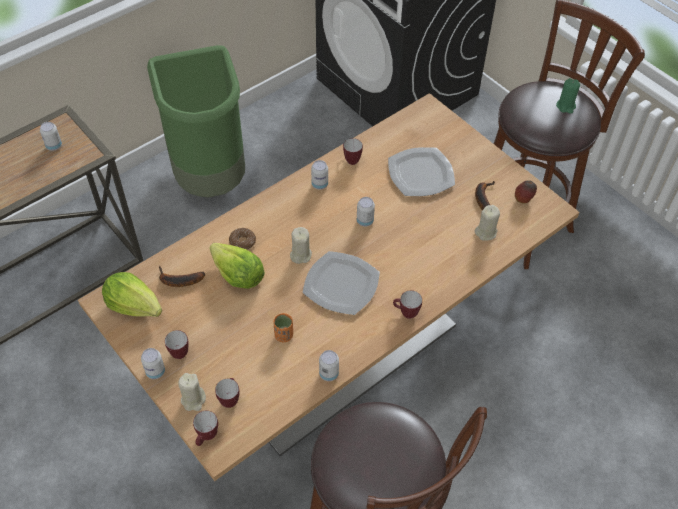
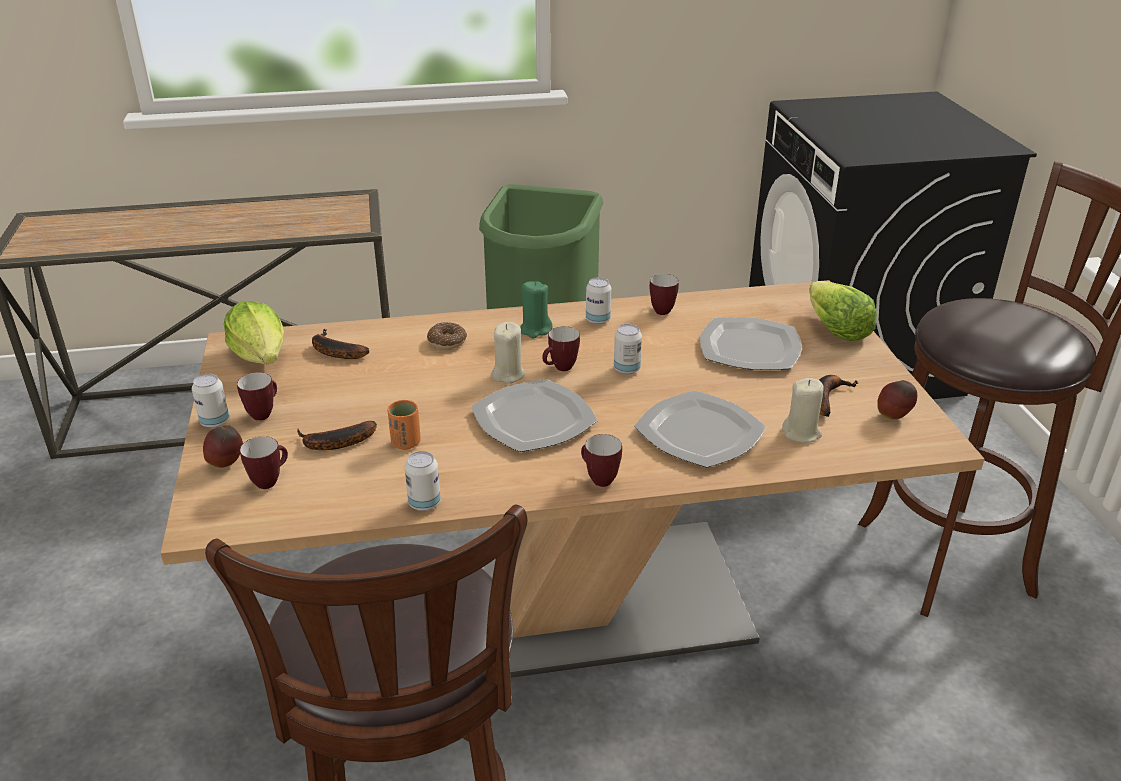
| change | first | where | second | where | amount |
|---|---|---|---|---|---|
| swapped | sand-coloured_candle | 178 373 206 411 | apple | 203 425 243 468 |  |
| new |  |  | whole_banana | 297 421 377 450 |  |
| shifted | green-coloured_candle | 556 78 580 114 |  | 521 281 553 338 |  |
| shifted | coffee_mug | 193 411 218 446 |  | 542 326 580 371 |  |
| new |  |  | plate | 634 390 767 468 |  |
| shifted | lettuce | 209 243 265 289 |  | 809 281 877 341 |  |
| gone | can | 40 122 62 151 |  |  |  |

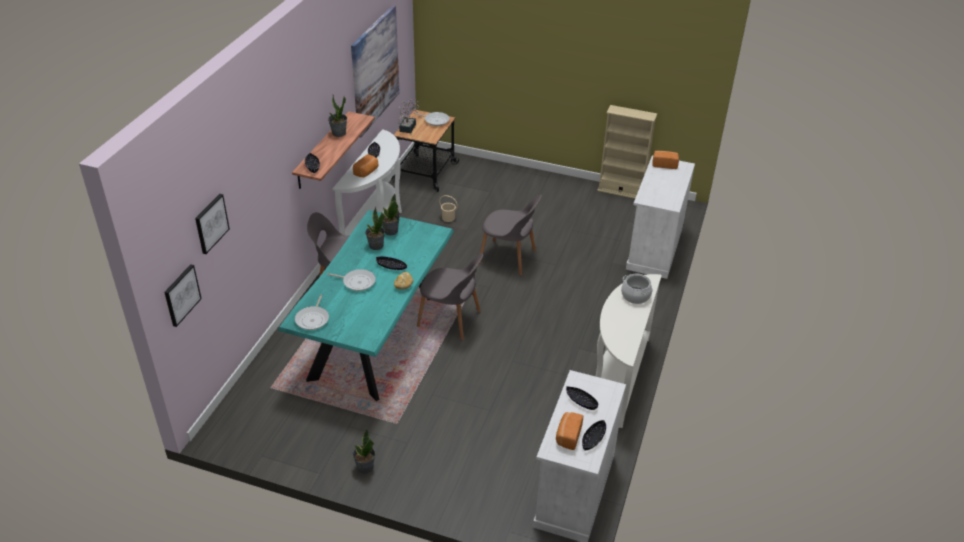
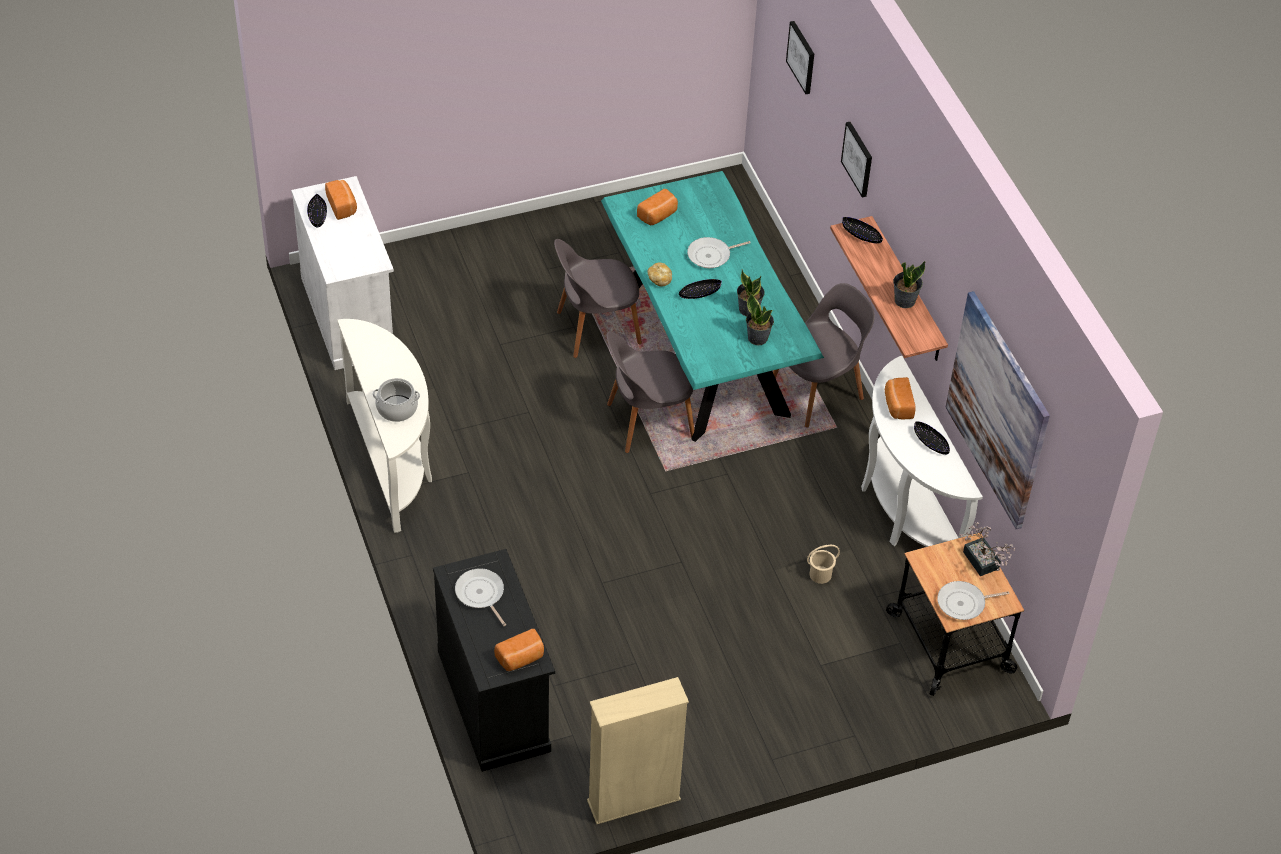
| change | first | where | second | where | amount |
|---|---|---|---|---|---|
| repainted | whitish_cabinet | 626 155 695 279 | blackish_cabinet | 433 549 555 772 |  |
| shifted | skillet | 295 295 329 330 |  | 455 568 506 626 |  |
| shifted | gray_plain_chair | 479 194 542 276 |  | 554 239 642 358 |  |
| new |  |  | bakery_bread | 637 189 678 225 |  |
| shifted | wall_picture | 164 264 202 327 |  | 841 122 872 197 |  |
| gone | houseplant | 353 429 375 473 |  |  |  |
| gone | blackish_deep_dish | 566 386 598 410 |  |  |  |

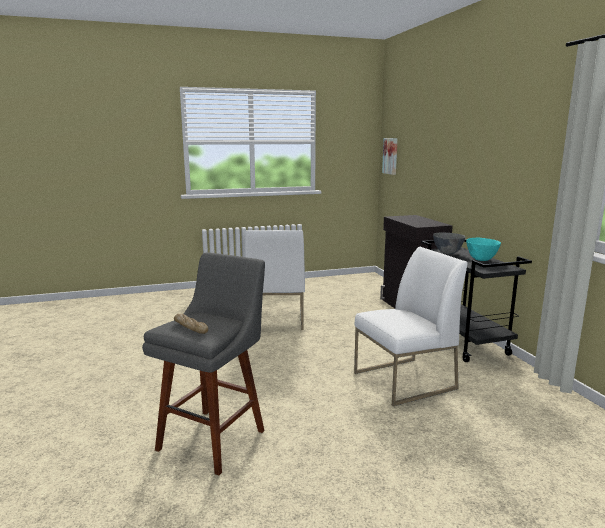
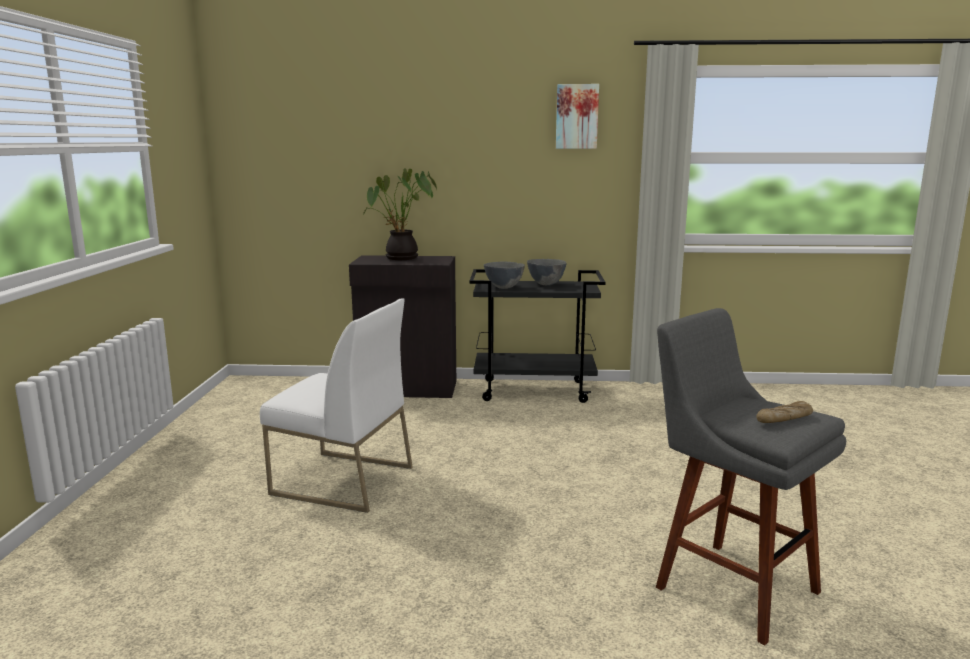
| change | first | where | second | where | amount |
|---|---|---|---|---|---|
| new |  |  | houseplant | 363 168 437 260 |  |
| repainted | blue-green_deep_dish | 466 238 501 261 | gray_deep_dish | 527 259 567 285 |  |
| shifted | wall_picture | 382 138 398 175 |  | 556 84 599 149 |  |
| gone | whitish_plain_chair | 354 247 468 406 |  |  |  |

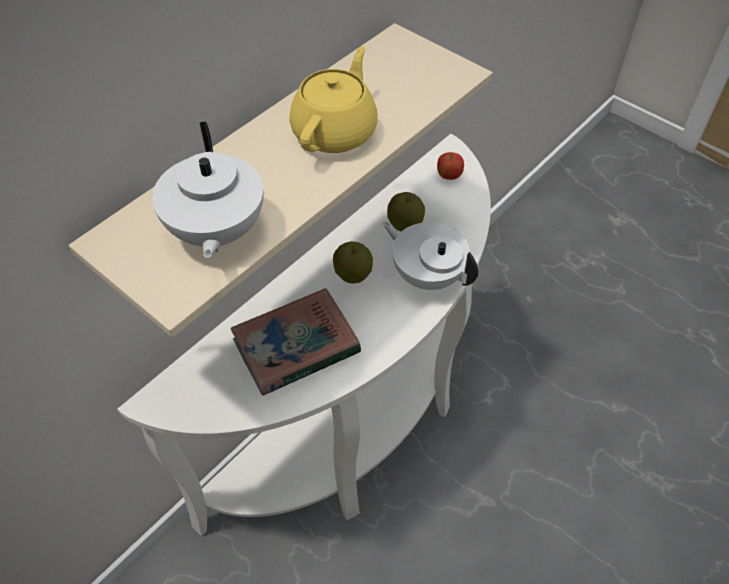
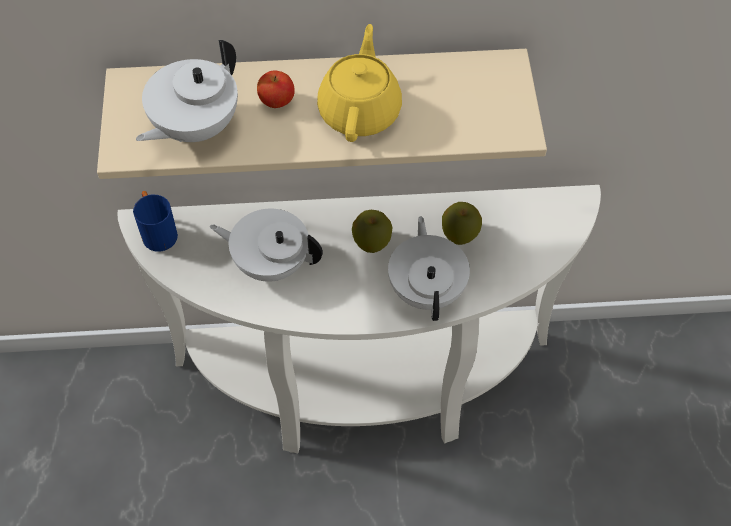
| change | first | where | second | where | amount |
|---|---|---|---|---|---|
| new |  |  | blue_coffee_mug | 133 191 178 252 |  |
| swapped | volume | 231 288 361 396 | whitish_pot_for_tea | 210 209 323 282 |  |
| shifted | apple | 437 152 464 180 |  | 257 71 295 108 |  |
| rotated | yellowish_pot_for_tea | 290 46 377 153 |  | 317 24 402 142 | 60 degrees counterclockwise |

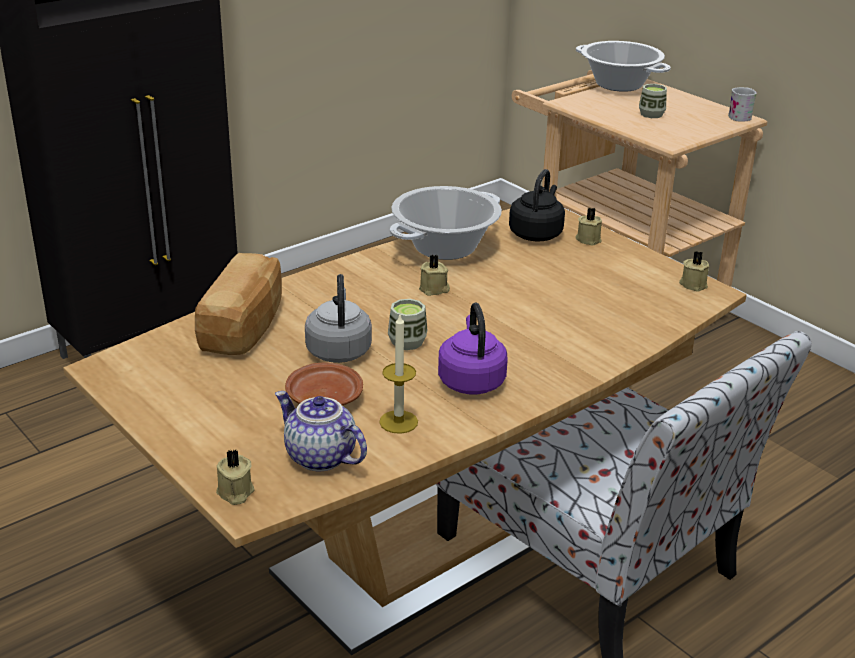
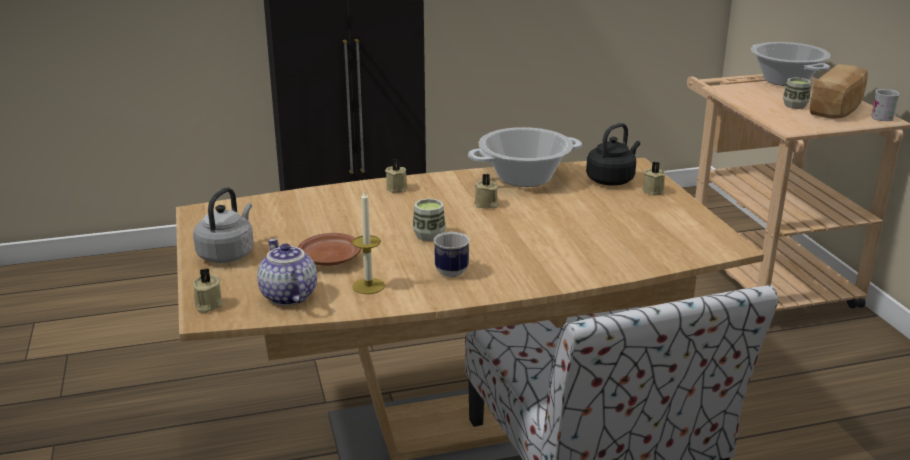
| change | first | where | second | where | amount |
|---|---|---|---|---|---|
| shifted | gray_tea_kettle | 305 274 372 363 |  | 193 187 254 263 |  |
| shifted | sand-coloured_candle | 679 251 709 292 |  | 385 160 407 193 |  |
| swapped | purple_tea_kettle | 438 303 508 395 | coffee_mug | 433 232 470 277 |  |
| shifted | bakery_bread | 195 253 282 355 |  | 810 64 868 119 |  |

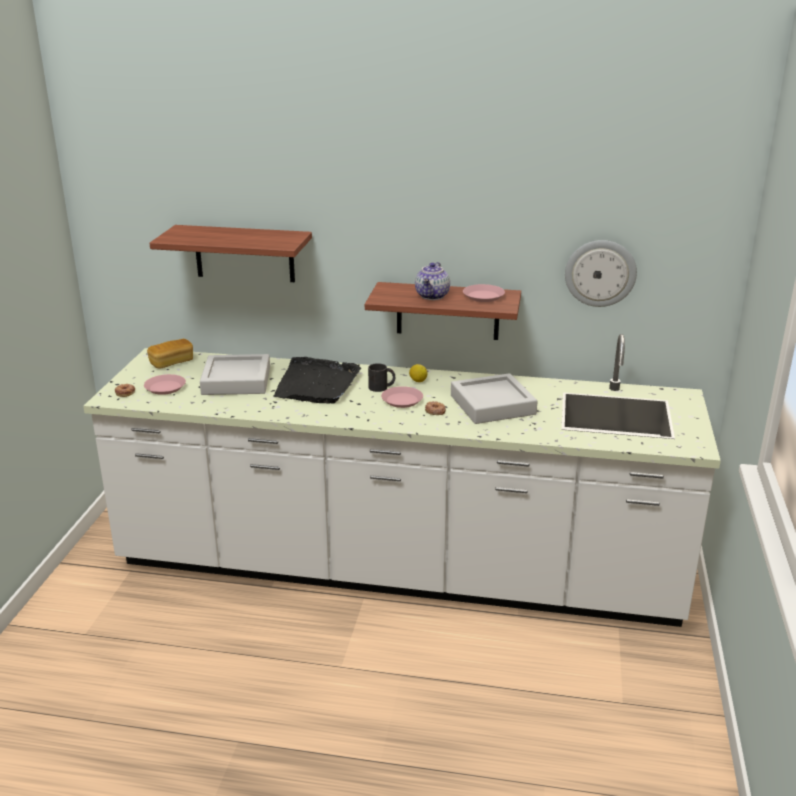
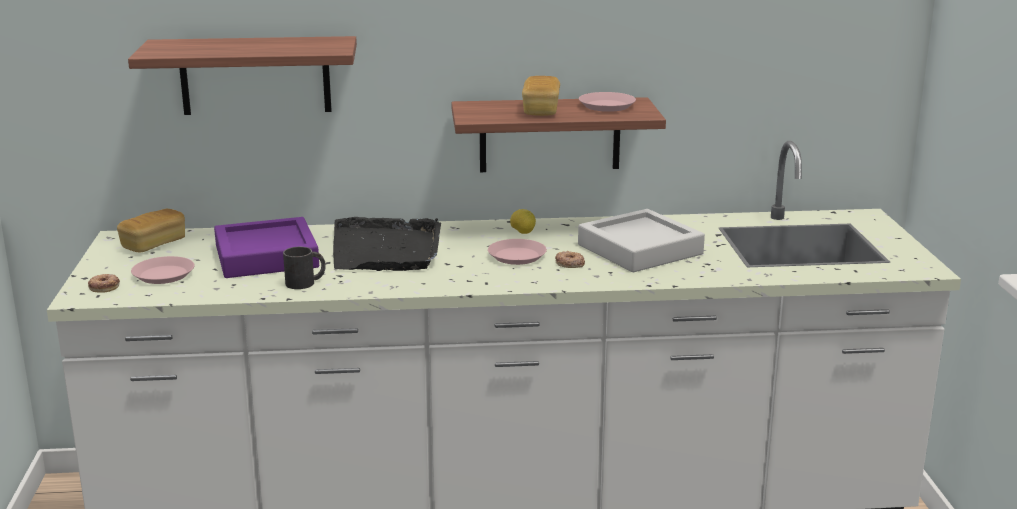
| change | first | where | second | where | amount |
|---|---|---|---|---|---|
| repainted | gray_serving_tray | 200 354 270 395 | purple_serving_tray | 214 217 319 278 |  |
| shifted | blackish_coffee_mug | 368 363 395 392 |  | 283 247 326 289 |  |
| swapped | pot_for_tea | 415 262 450 300 | bakery_bread | 522 76 560 116 |  |
| gone | wall_clock | 565 240 637 307 |  |  |  |

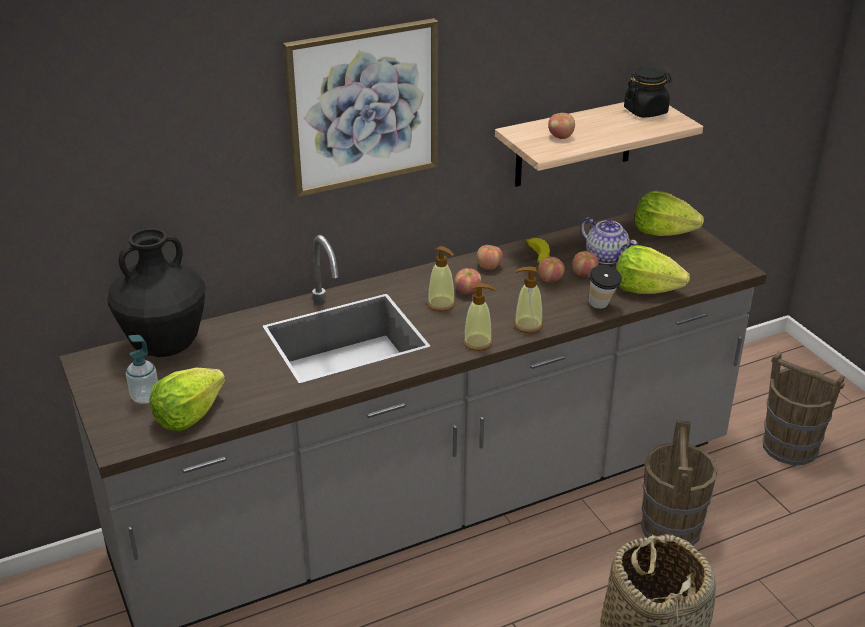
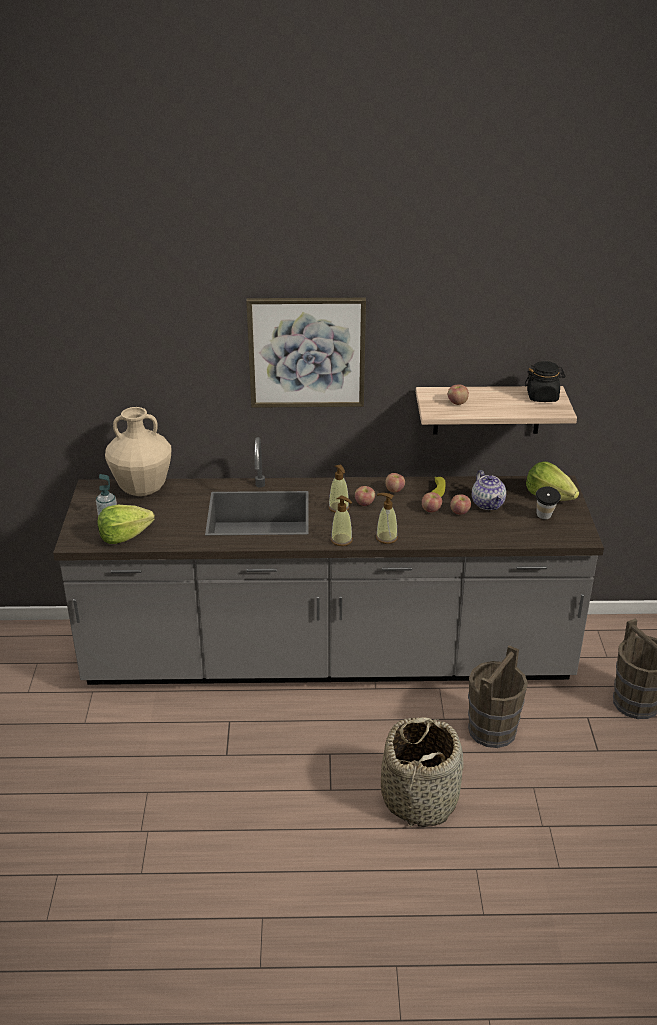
| change | first | where | second | where | amount |
|---|---|---|---|---|---|
| repainted | blackish_flower_vase | 107 228 205 357 | sand-coloured_flower_vase | 105 407 171 496 |  |
| shifted | drinking_cup | 589 265 622 309 |  | 536 486 561 519 |  |
| gone | lettuce | 616 245 690 294 |  |  |  |

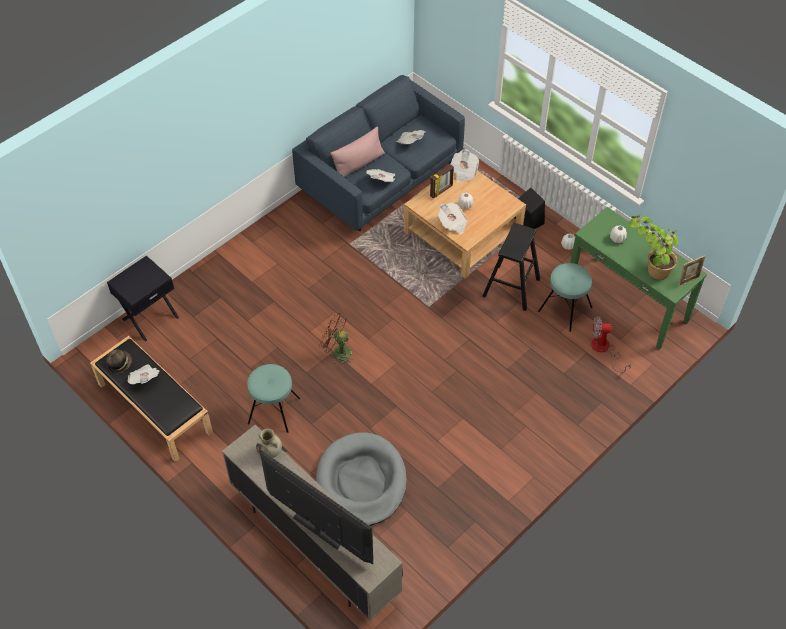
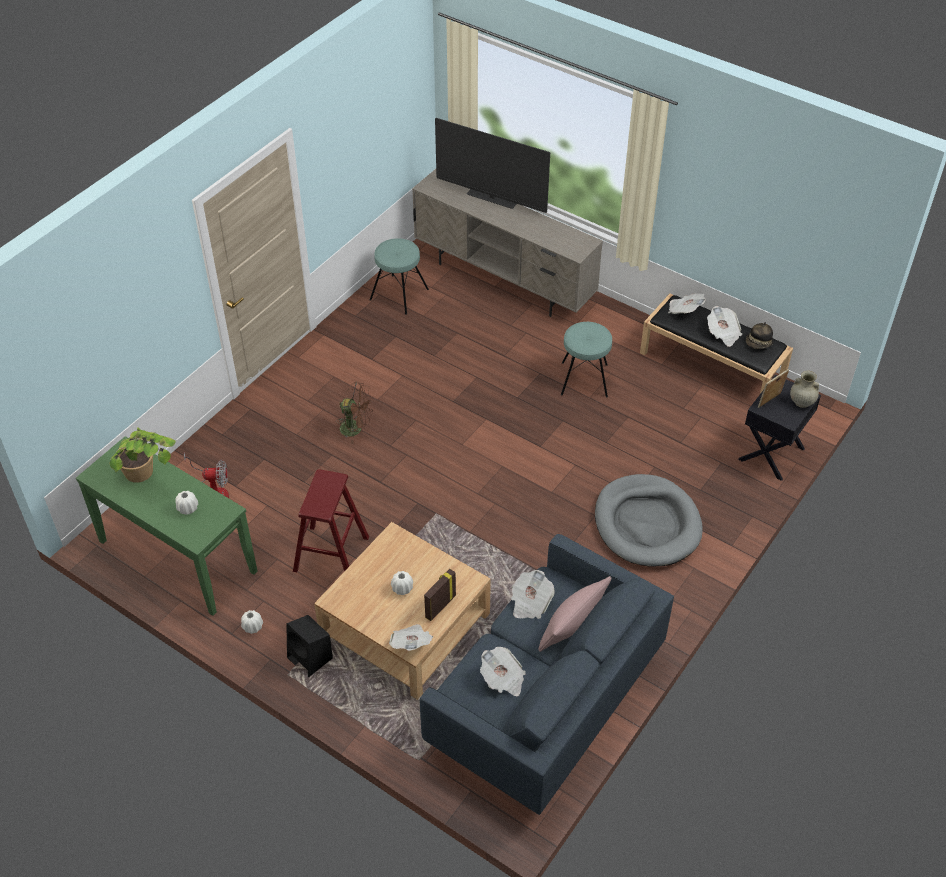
| change | first | where | second | where | amount |
|---|---|---|---|---|---|
| repainted | blackish_sitting_stool | 482 223 540 311 | reddish_sitting_stool | 293 469 369 572 |  |
| shifted | brownish_cooling_fan | 319 313 354 365 |  | 336 382 373 444 |  |
| shifted | blue-green_sitting_stool | 538 263 592 332 |  | 370 238 429 315 |  |
| shifted | gray_dog_cushion | 316 432 407 526 |  | 595 474 703 567 |  |
| shifted | newspaper | 438 203 468 234 |  | 668 293 706 314 |  |
| shifted | photo_frame | 678 255 706 286 |  | 758 369 789 408 |  |
| shifted | sand-coloured_flower_vase | 256 428 282 458 |  | 790 371 819 408 |  |

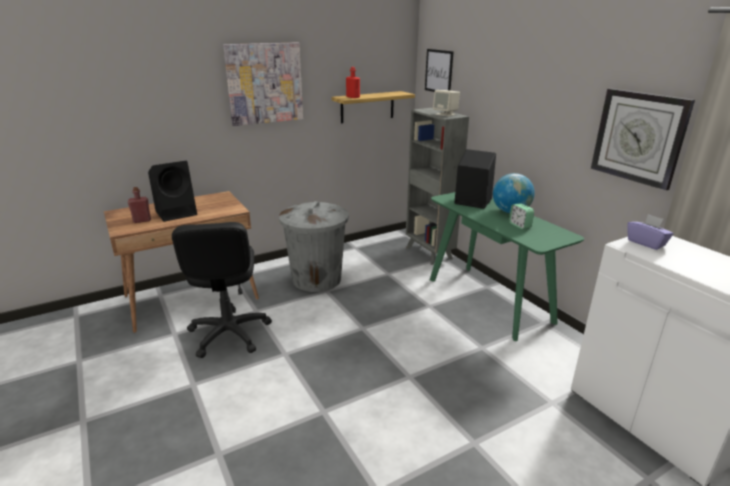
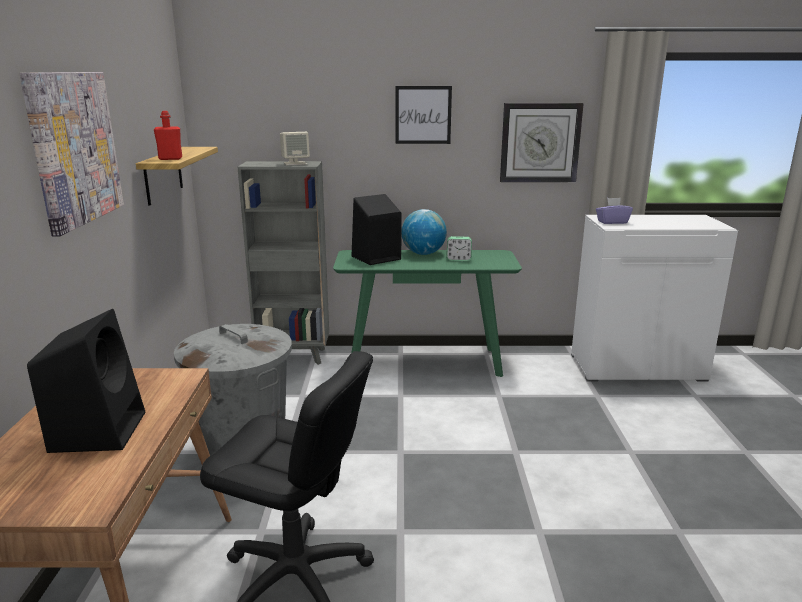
| change | first | where | second | where | amount |
|---|---|---|---|---|---|
| shifted | wall_picture | 425 49 454 92 |  | 395 86 452 144 |  |
| gone | reddish_bottle | 128 187 151 223 |  |  |  |

